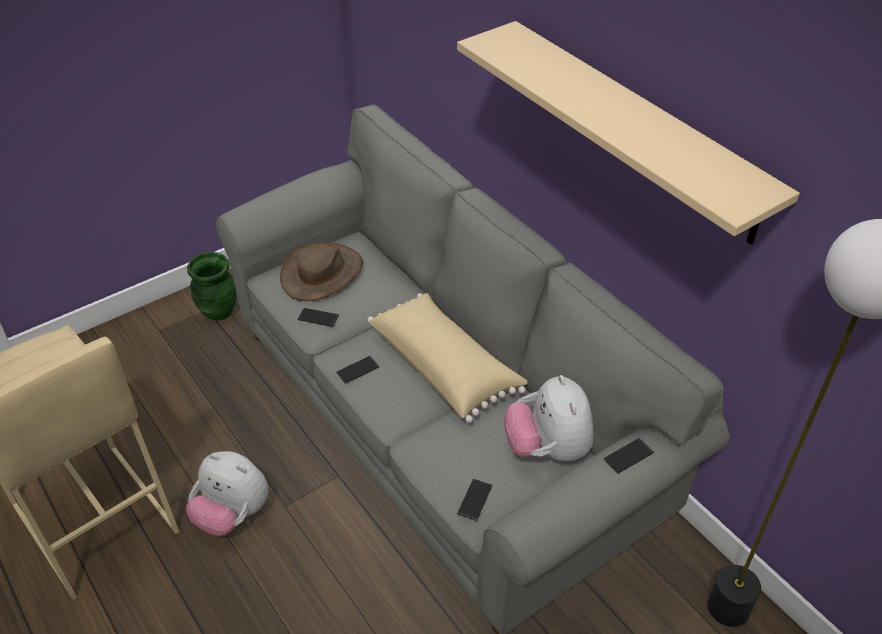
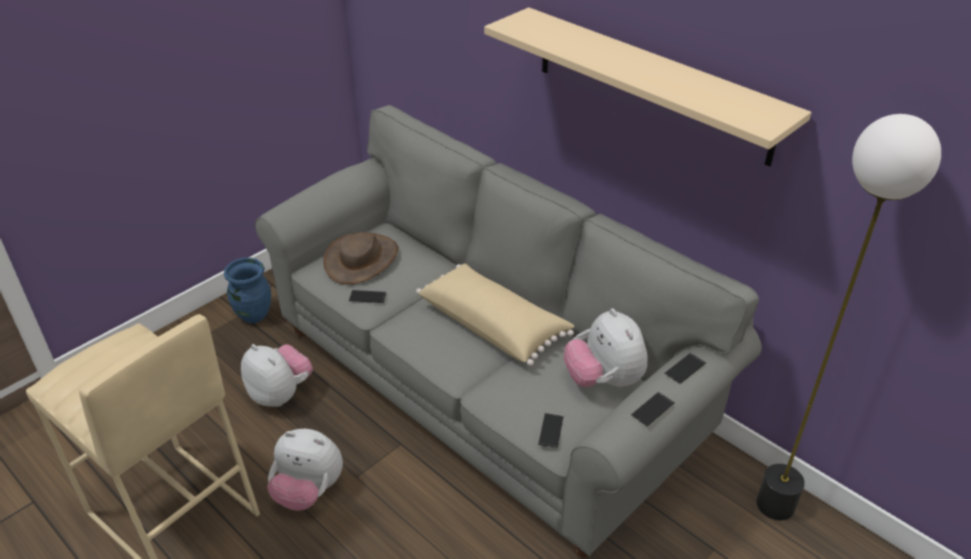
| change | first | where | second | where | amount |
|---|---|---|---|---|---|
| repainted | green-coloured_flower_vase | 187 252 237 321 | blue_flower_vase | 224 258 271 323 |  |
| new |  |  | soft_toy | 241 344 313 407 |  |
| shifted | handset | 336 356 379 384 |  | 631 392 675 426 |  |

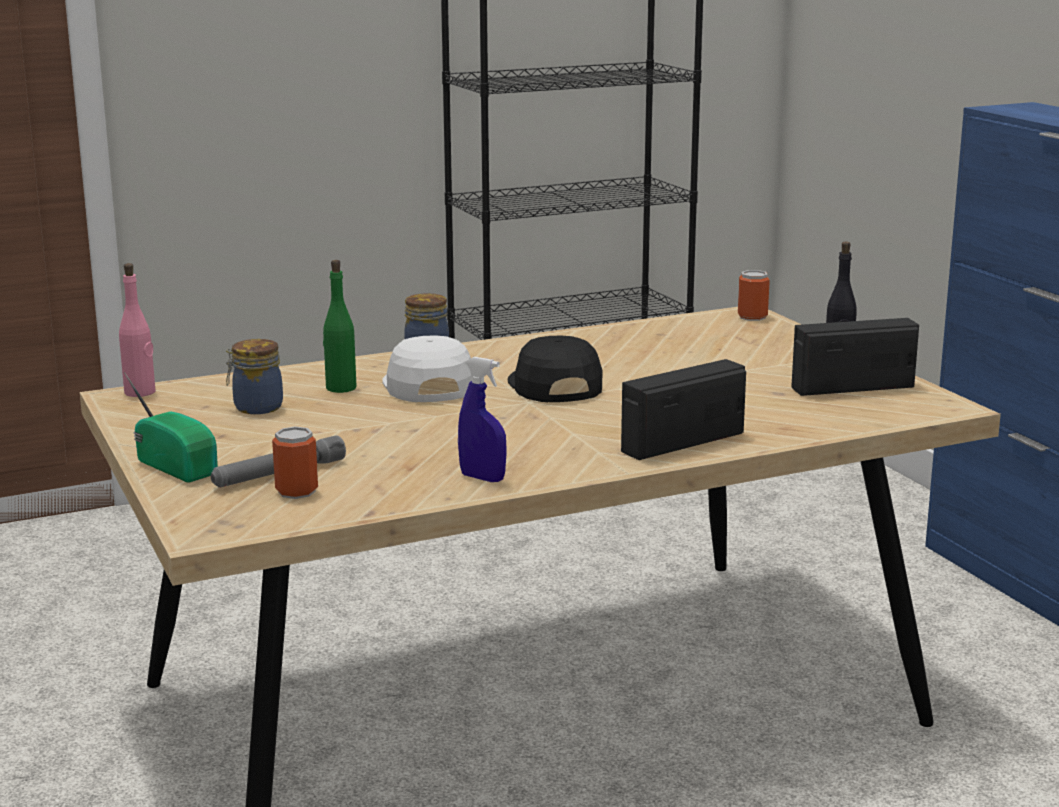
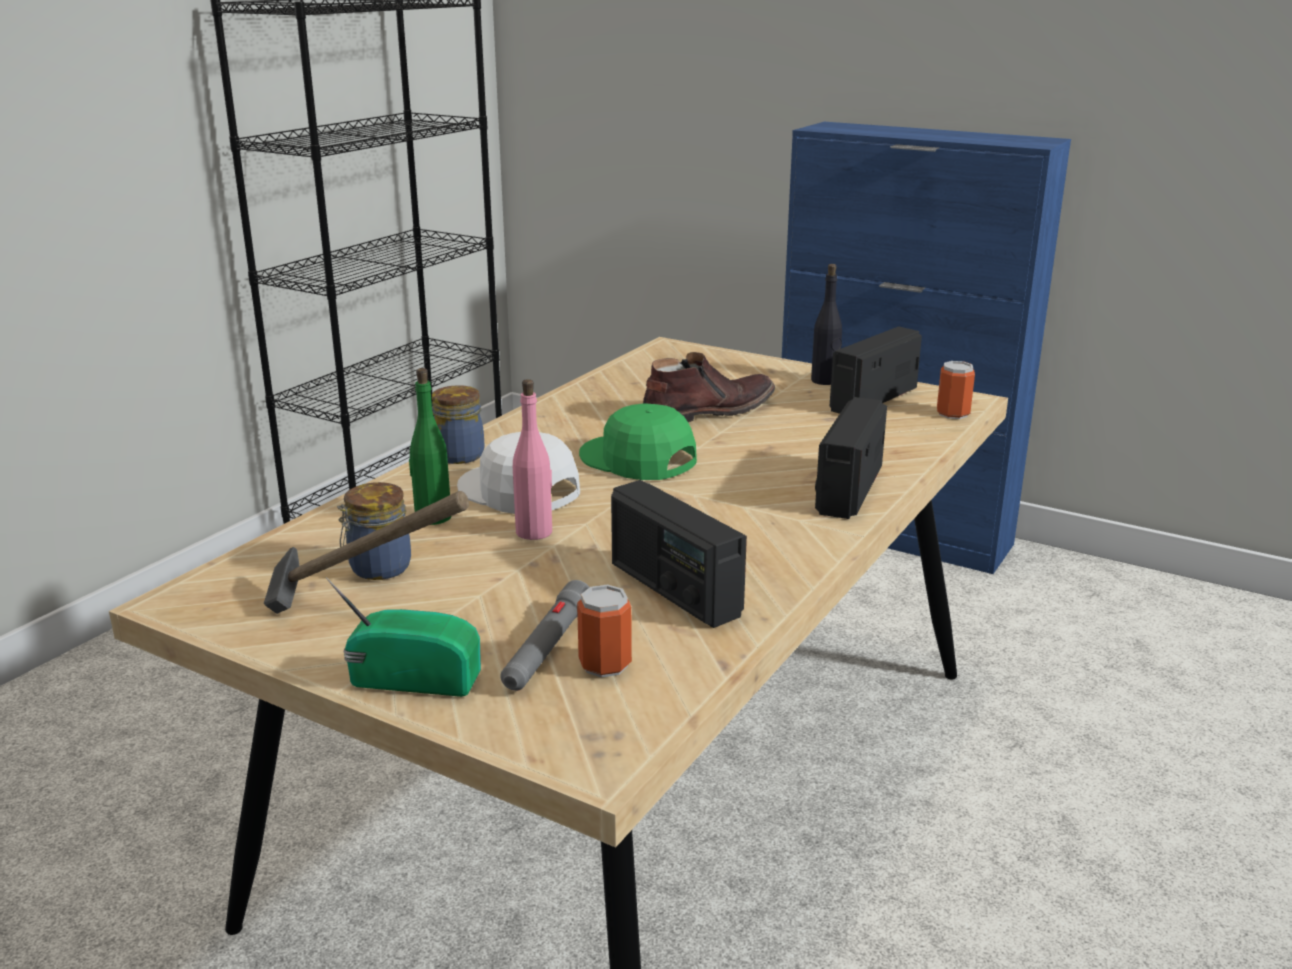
| change | first | where | second | where | amount |
|---|---|---|---|---|---|
| new |  |  | hammer | 264 491 469 614 |  |
| shifted | pink_bottle | 119 263 156 397 |  | 513 379 552 540 |  |
| repainted | blackish_baseball_cap | 508 335 602 402 | green-coloured_baseball_cap | 579 403 697 480 |  |
| new |  |  | radio_set | 611 480 747 628 |  |
| new |  |  | brownish_high-top_boot | 643 352 775 422 |  |
| shifted | can | 738 270 770 321 |  | 937 361 975 419 |  |
| gone | blue_hand_sprayer | 458 357 507 482 |  |  |  |

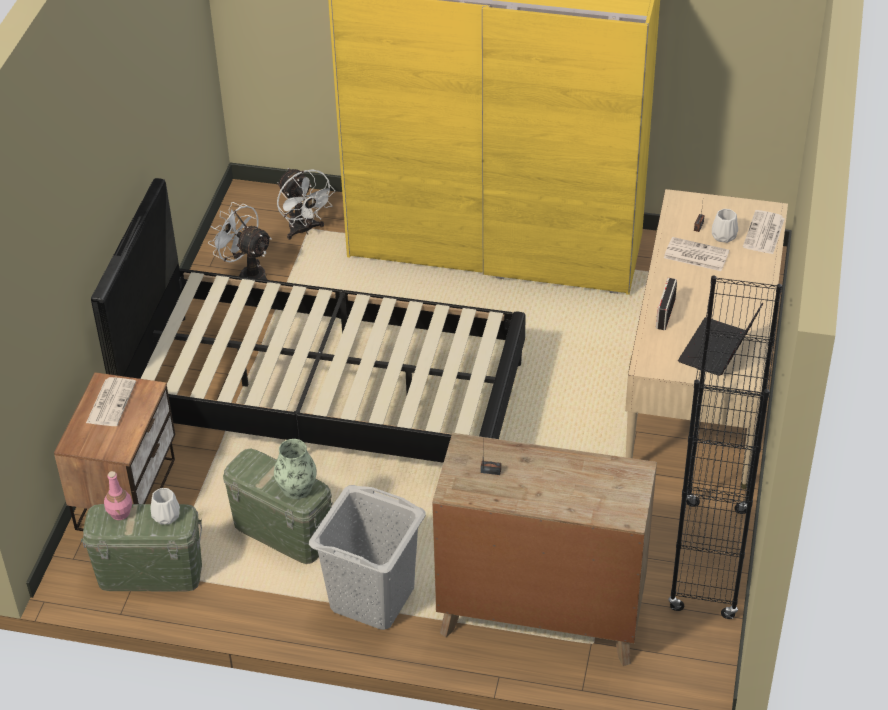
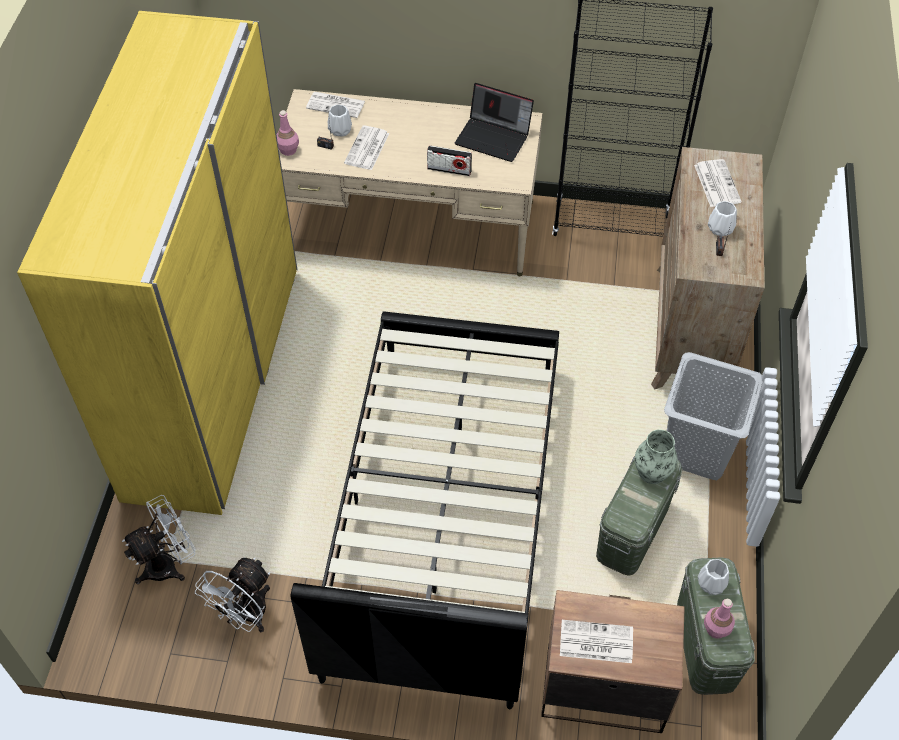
| change | first | where | second | where | amount |
|---|---|---|---|---|---|
| new |  |  | pink_bottle | 276 110 299 156 |  |
| new |  |  | newspaper | 694 159 742 207 |  |
| new |  |  | whitish_flower_vase | 708 201 737 236 |  |

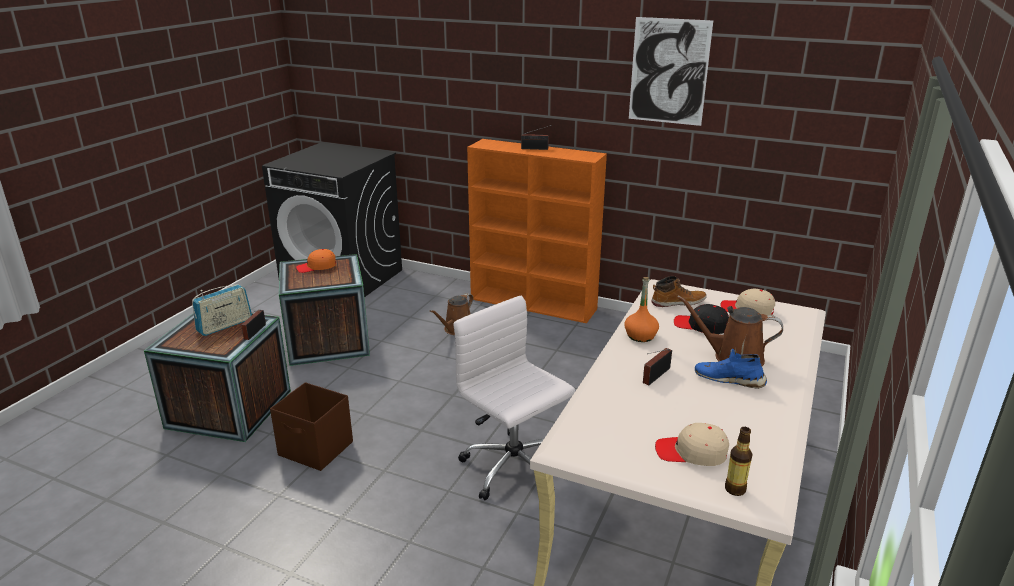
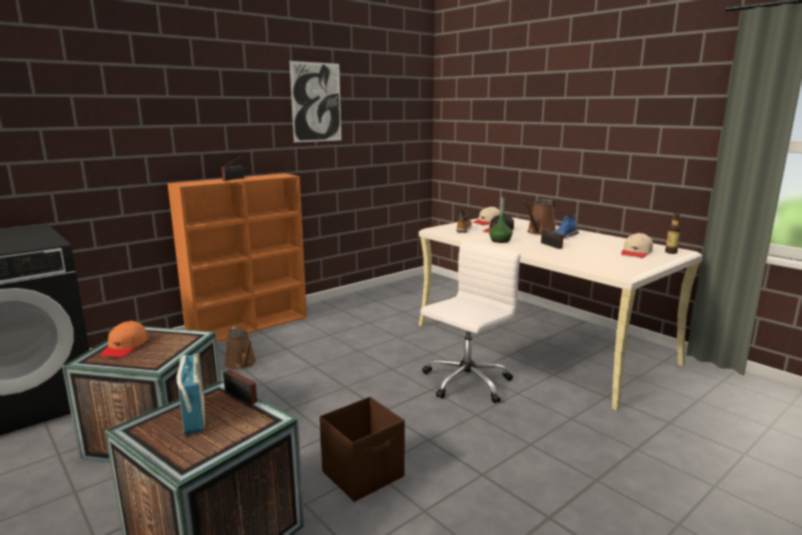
| change | first | where | second | where | amount |
|---|---|---|---|---|---|
| rotated | whitish_office_chair | 454 296 575 500 |  | 421 241 521 403 | 150 degrees clockwise |
| repainted | orangey_bottle | 625 277 659 342 | green-coloured_bottle | 489 197 513 243 |  |

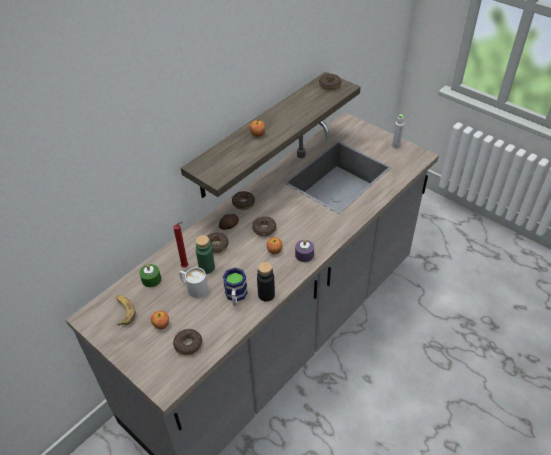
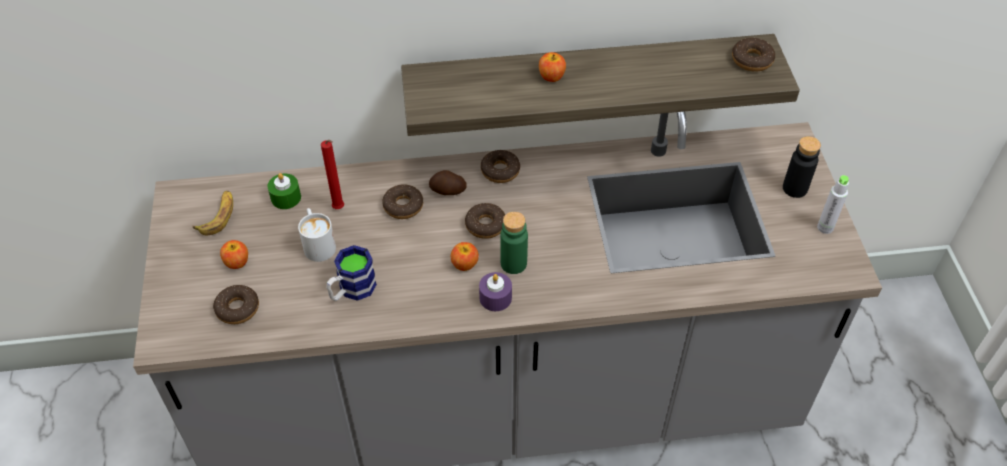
| change | first | where | second | where | amount |
|---|---|---|---|---|---|
| shifted | green-coloured_bottle | 196 235 215 274 |  | 500 212 528 274 |  |
| shifted | blackish_bottle | 257 262 275 301 |  | 783 136 821 198 |  |

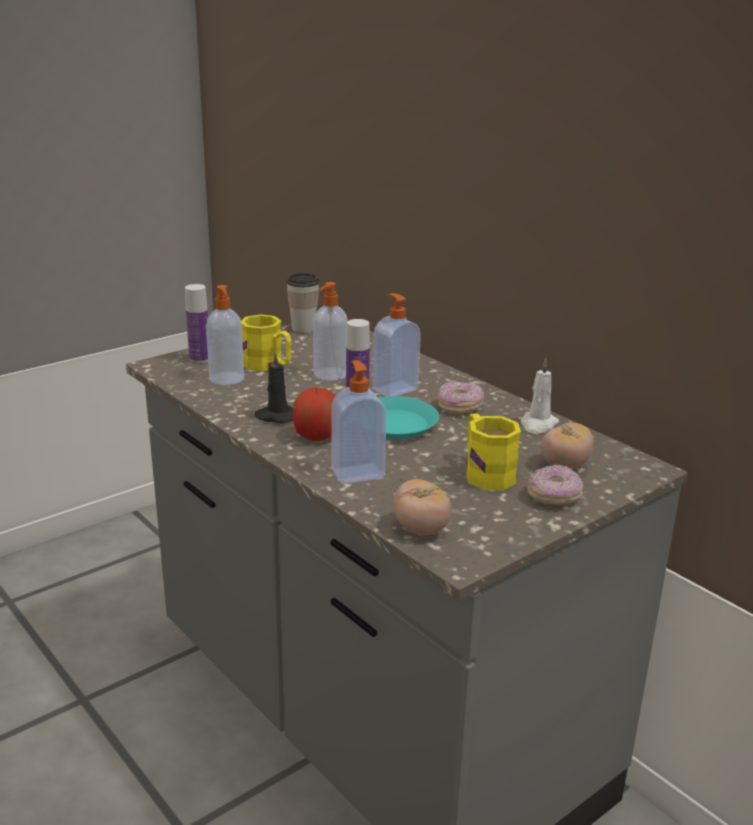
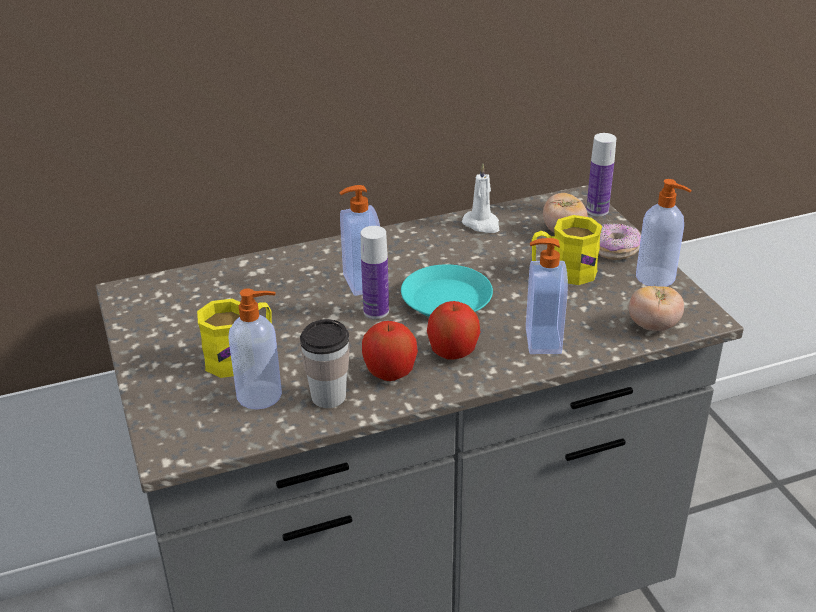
| change | first | where | second | where | amount |
|---|---|---|---|---|---|
| shifted | drinking_cup | 286 273 320 333 |  | 300 319 350 408 |  |
| swapped | blackish_candle | 255 351 293 423 | apple | 362 321 418 381 |  |
| shifted | bottle | 185 284 208 363 |  | 586 133 616 216 |  |
| shifted | liquid_soap_bottle | 313 282 348 381 |  | 636 179 692 287 |  |
| gone | doughnut | 437 381 484 414 |  |  |  |

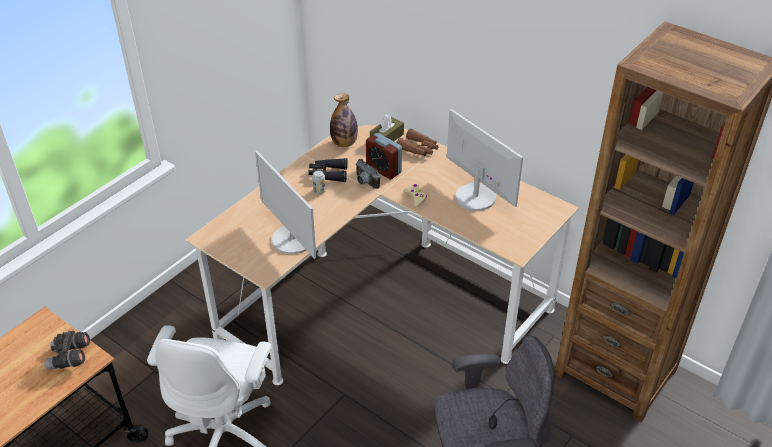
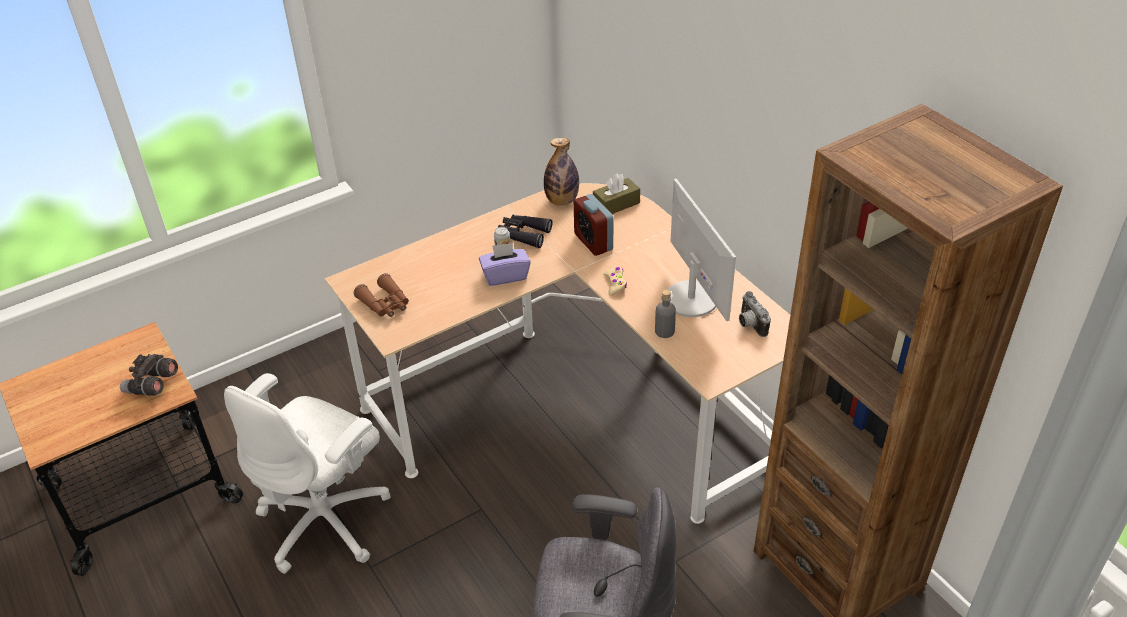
| change | first | where | second | where | amount |
|---|---|---|---|---|---|
| shifted | brownish_pair_of_binoculars | 396 129 439 156 |  | 354 273 409 317 |  |
| new |  |  | purple_tissue_holder | 479 243 531 286 |  |
| new |  |  | gray_bottle | 655 289 676 338 |  |
| shifted | still_camera | 356 159 380 189 |  | 739 291 771 337 |  |
| gone | monitor | 255 151 316 259 |  |  |  |

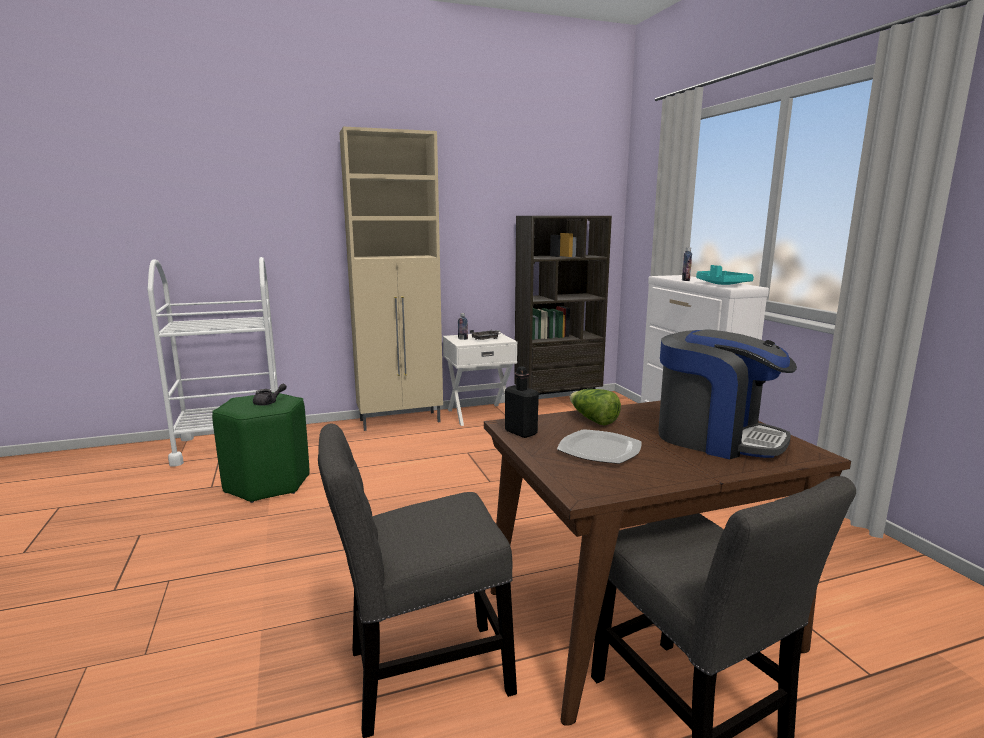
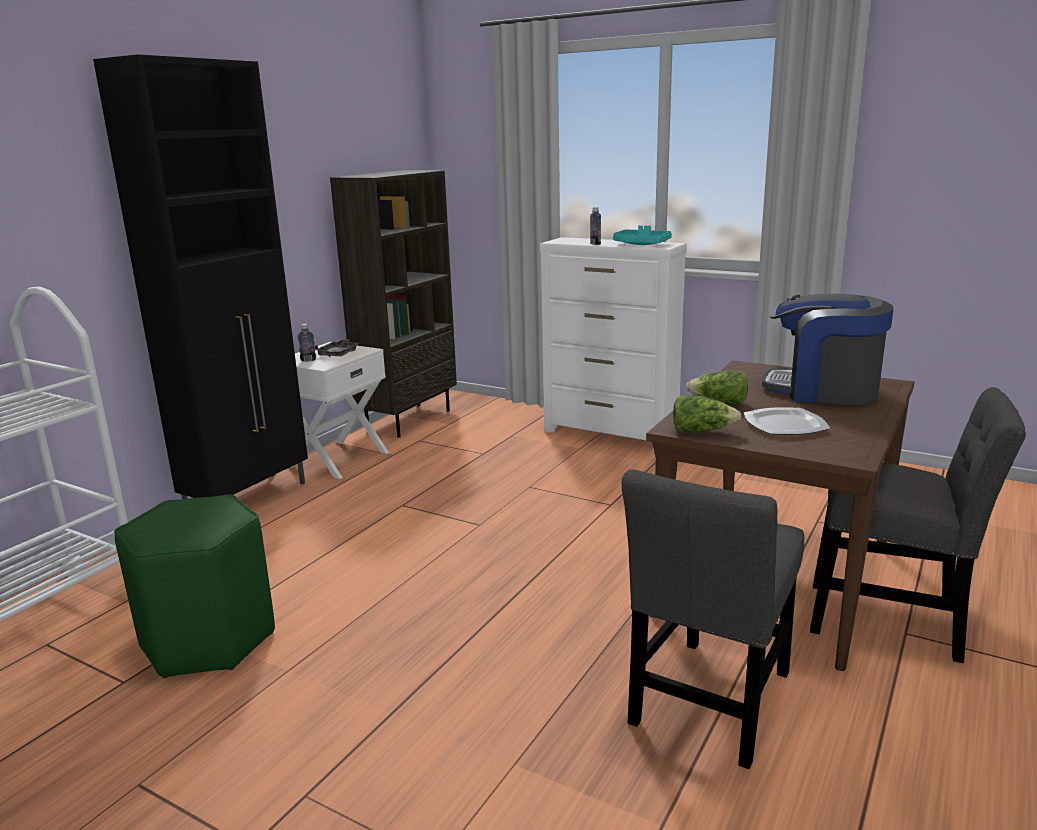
| change | first | where | second | where | amount |
|---|---|---|---|---|---|
| repainted | sand-coloured_cabinet | 339 127 443 431 | blackish_cabinet | 93 54 308 499 |  |
| swapped | blackish_bottle | 505 367 539 438 | lettuce | 673 395 741 433 |  |
| rotated | coffee_machine | 658 329 797 459 |  | 762 294 894 405 | 150 degrees counterclockwise |
| gone | gray_pot_for_tea | 253 384 287 406 |  |  |  |

